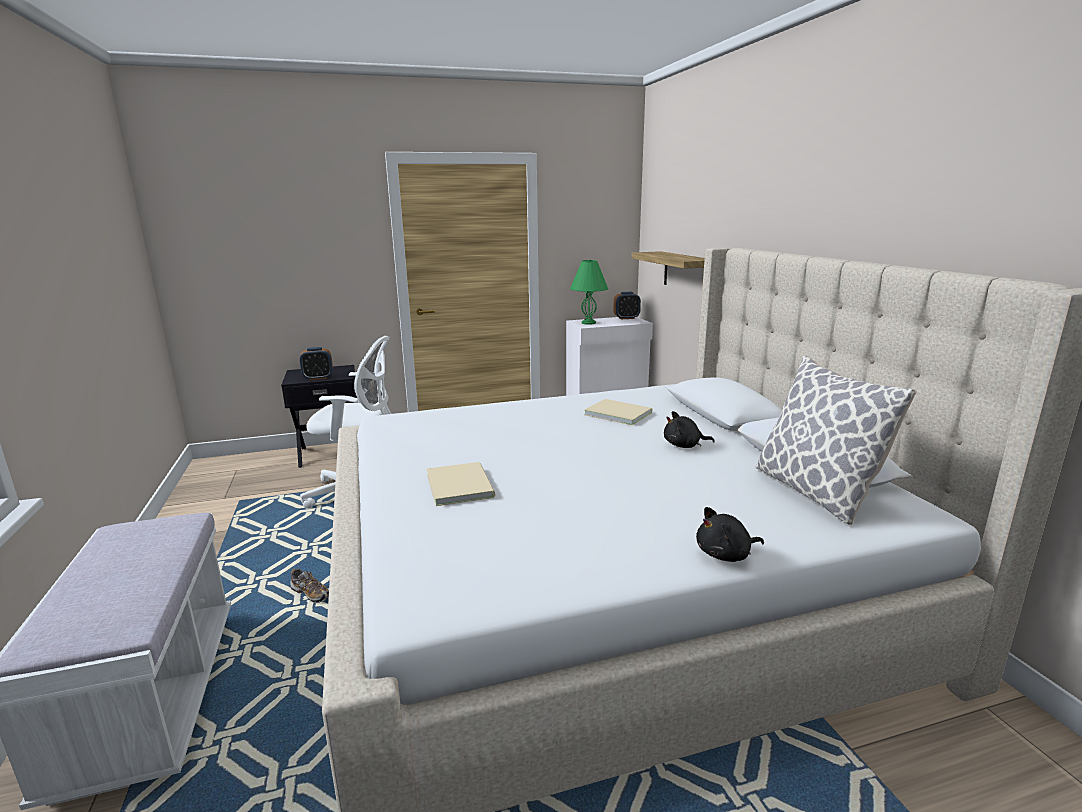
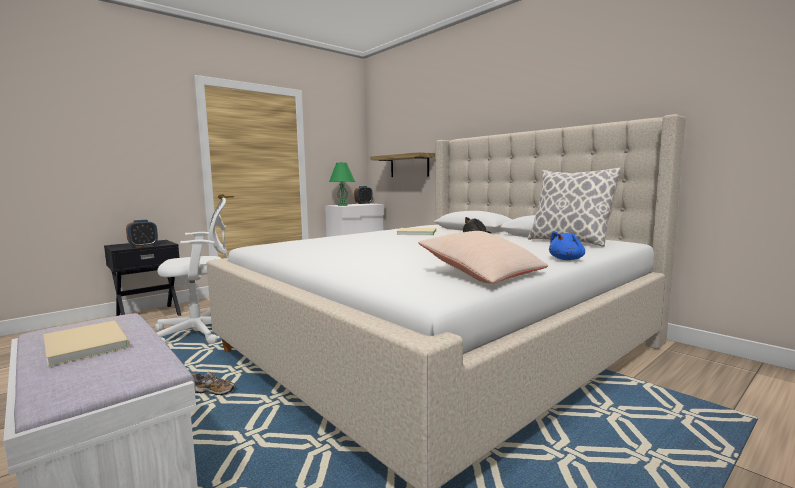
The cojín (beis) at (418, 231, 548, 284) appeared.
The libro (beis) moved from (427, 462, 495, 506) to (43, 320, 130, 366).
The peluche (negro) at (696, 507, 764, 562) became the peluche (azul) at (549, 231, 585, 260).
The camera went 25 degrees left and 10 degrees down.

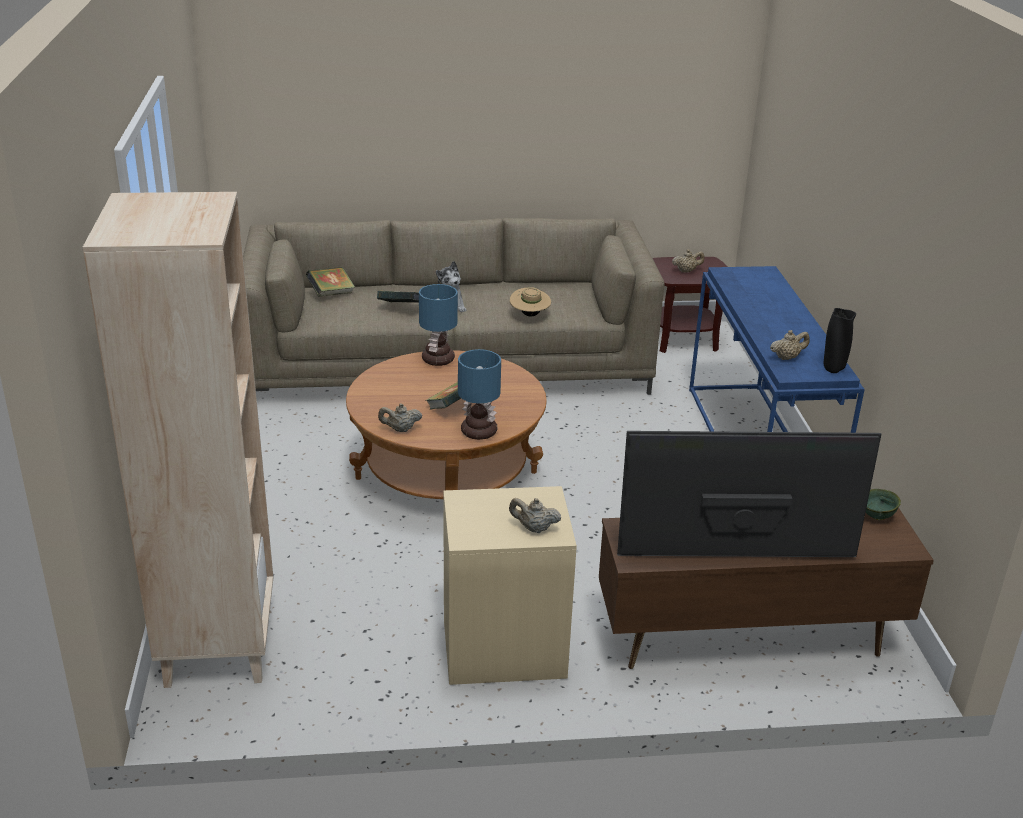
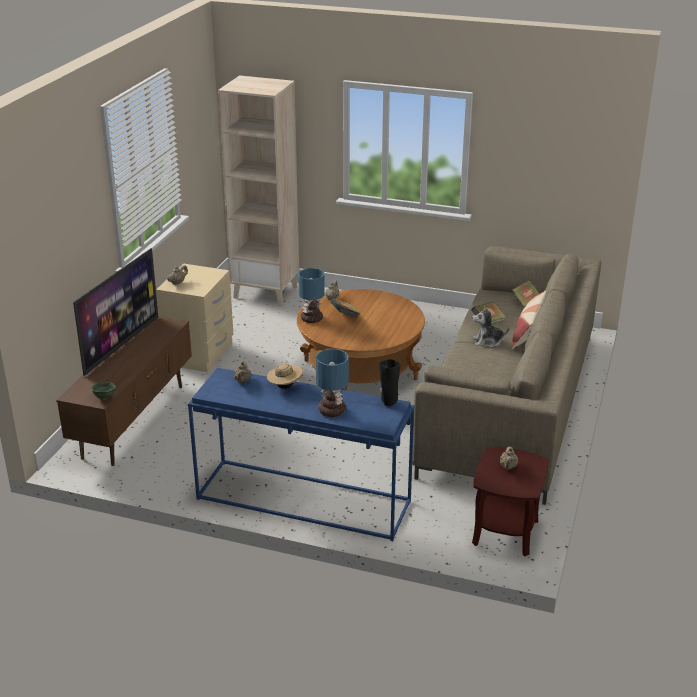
The cojín at (511, 290, 546, 350) appeared.
The lámpara de mesa moved from (419, 284, 458, 366) to (316, 349, 349, 417).
The sombrero (beis) moved from (510, 287, 551, 316) to (267, 360, 303, 389).
The florero (negro) moved from (824, 308, 856, 373) to (380, 359, 401, 406).
The camera went 115 degrees right and 0 degrees up.

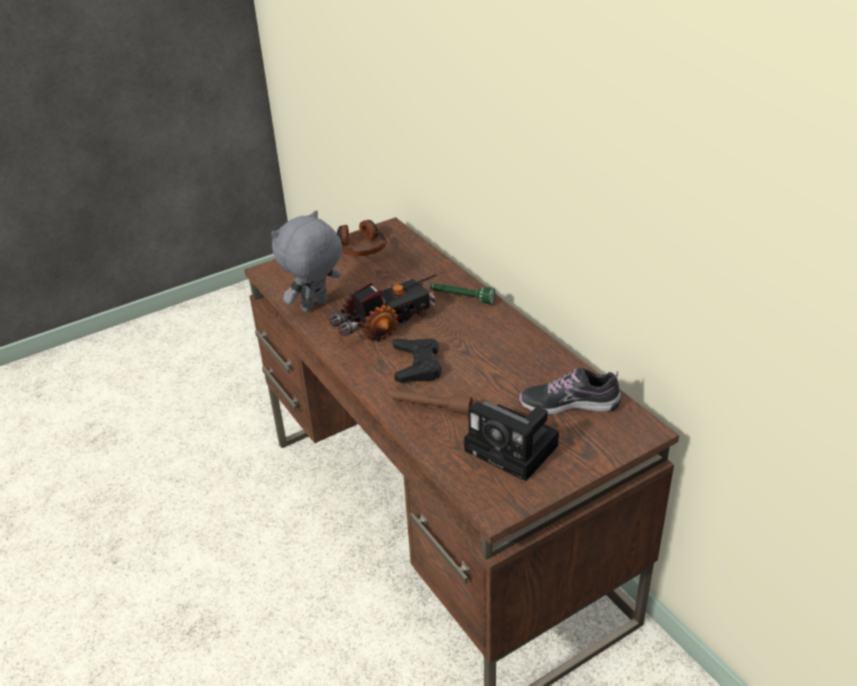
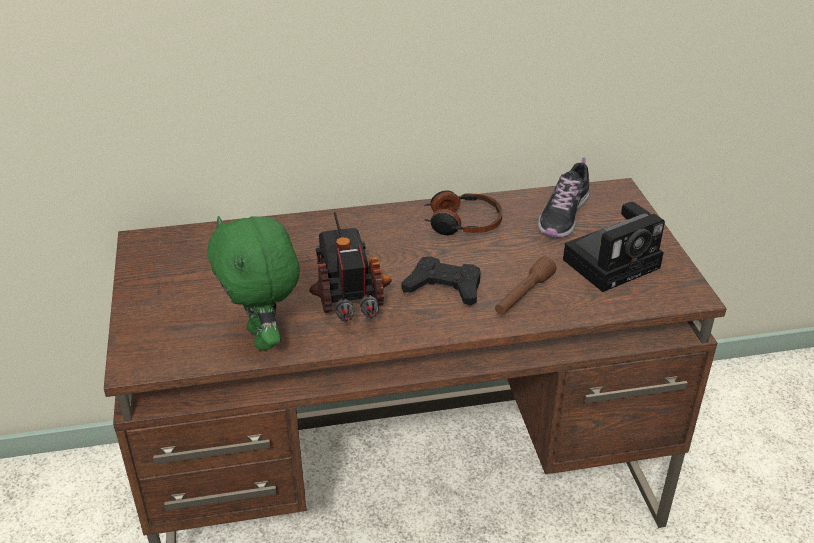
The linterna (verde) at (430, 283, 495, 304) disappeared.
The auriculares moved from (337, 220, 387, 256) to (424, 190, 502, 236).
The peluche (gris) at (271, 210, 342, 312) became the peluche (verde) at (207, 216, 300, 351).
The camera went 70 degrees left and 0 degrees up.

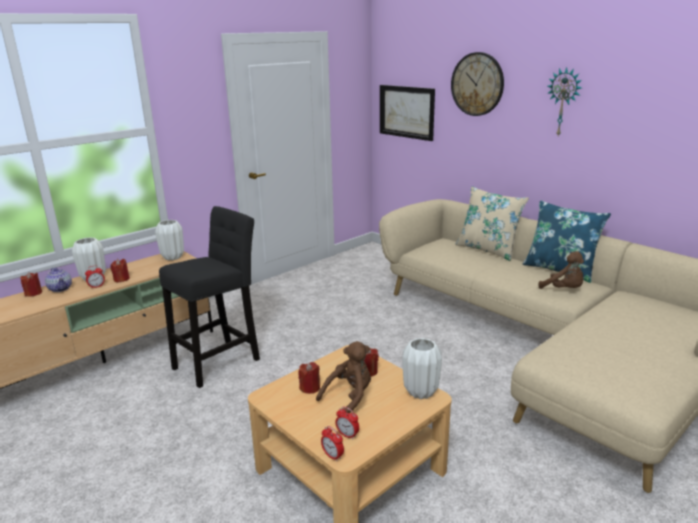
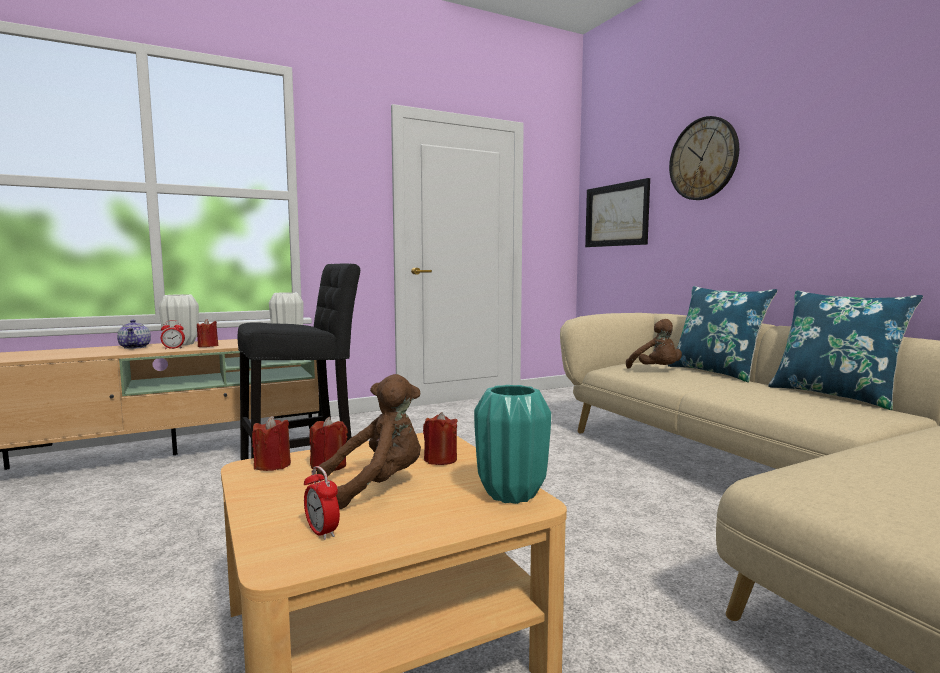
The despertador at (321, 426, 344, 461) disappeared.
The reloj de pared at (547, 67, 582, 136) disappeared.
The vela (rojo) moved from (20, 272, 42, 297) to (252, 416, 291, 471).
The peluche (marrón) moved from (538, 251, 584, 289) to (626, 319, 682, 369).
The florero (blanco) at (402, 338, 442, 399) became the florero (turquesa) at (474, 385, 551, 504).
The cojín (beis) at (455, 186, 529, 261) became the cojín (azul) at (668, 286, 778, 382).
The camera went 15 degrees right and 15 degrees down.

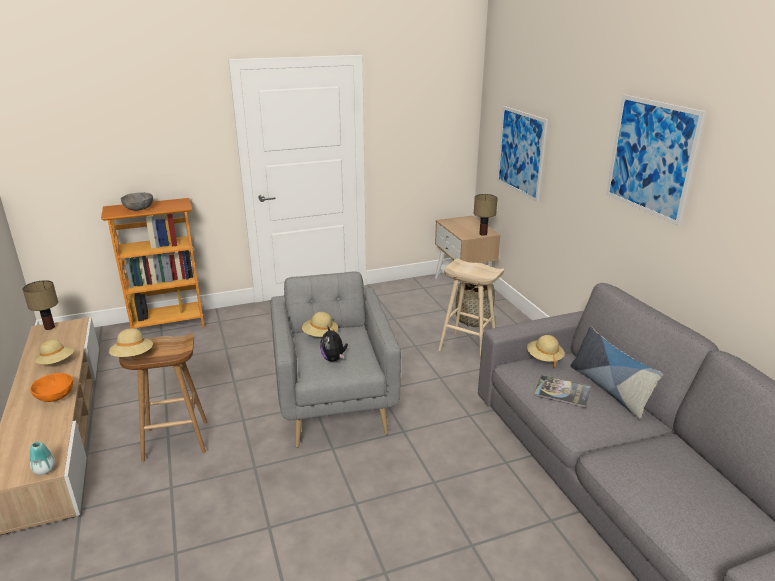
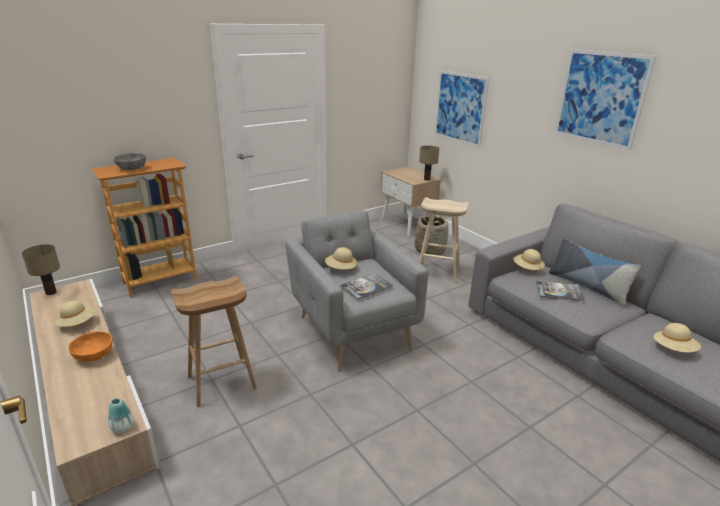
The sombrero (beis) moved from (109, 328, 153, 357) to (654, 323, 701, 353).
The peluche at (320, 325, 348, 362) was replaced by the libro at (340, 273, 393, 300).
The camera went 15 degrees left and 0 degrees up.

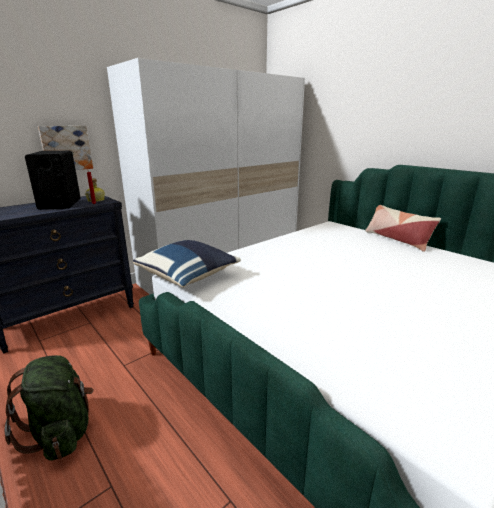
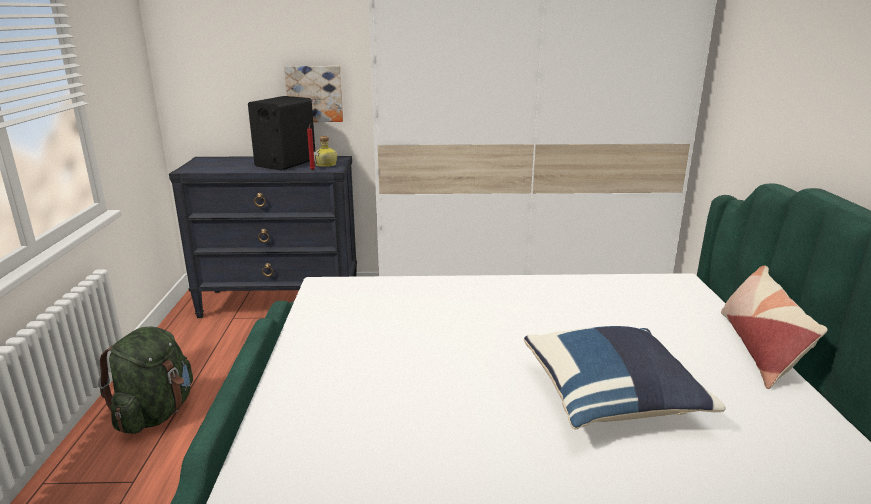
The cojín (azul) moved from (133, 240, 241, 287) to (524, 326, 726, 429).
The camera went 40 degrees right and 0 degrees up.

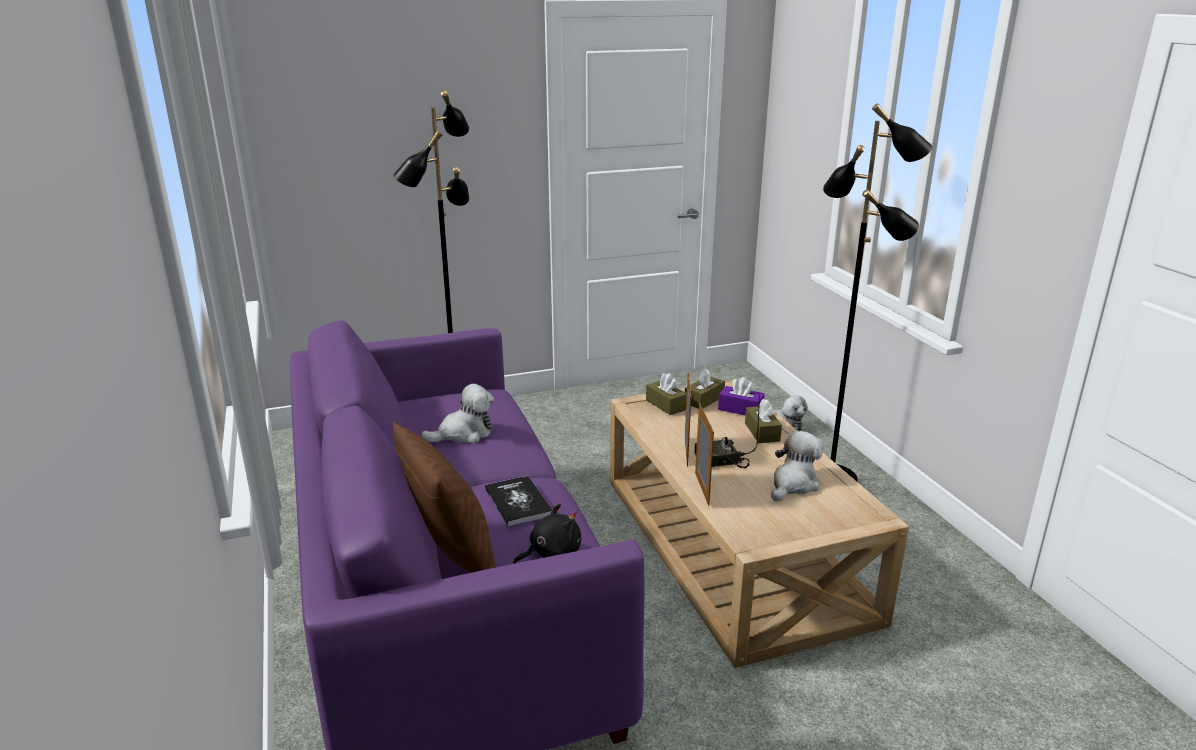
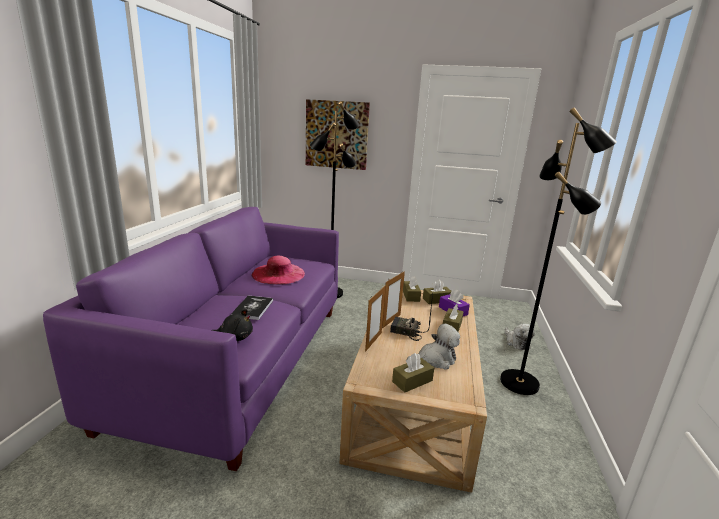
The cojín (marrón) at (393, 421, 496, 573) disappeared.
The cuadro at (306, 99, 370, 170) appeared.
The caja de pañuelos (marrón) at (392, 353, 434, 393) appeared.
The peluche at (421, 384, 494, 443) was replaced by the sombrero (rosa) at (251, 256, 305, 285).
The camera went 30 degrees right and 5 degrees down.

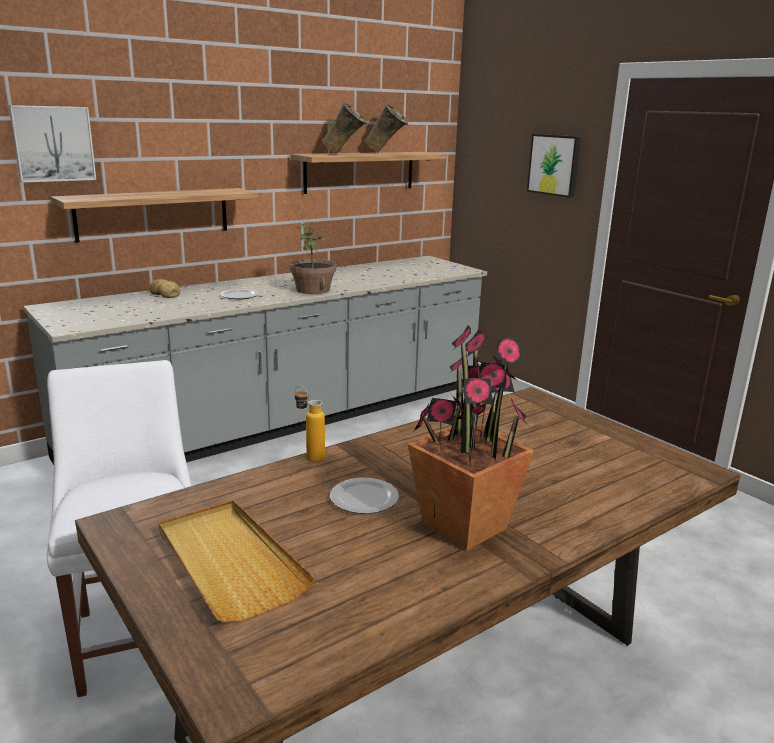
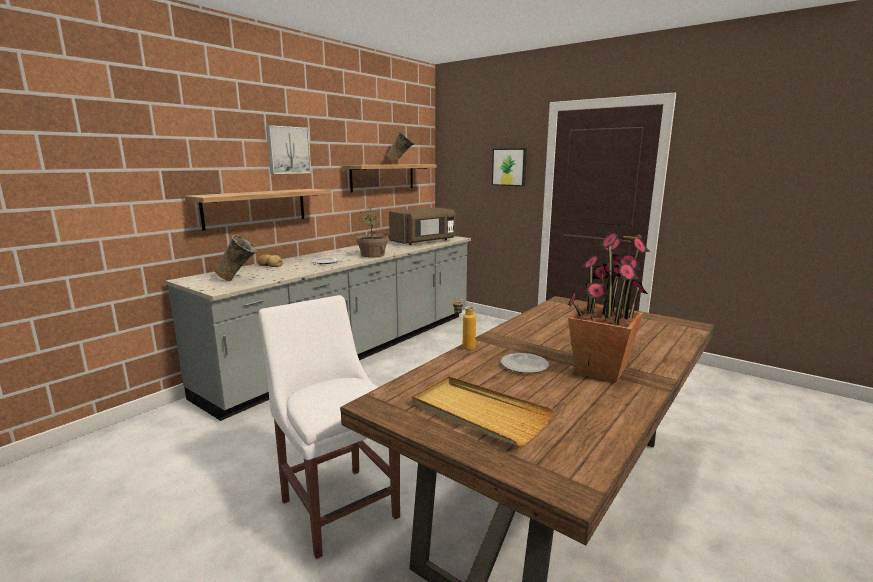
The microondas (marrón) at (389, 207, 455, 245) appeared.
The cuadro moved from (9, 105, 96, 182) to (266, 125, 311, 174).
The florero (beis) moved from (322, 102, 367, 154) to (215, 234, 258, 281).
The camera went 15 degrees left and 5 degrees down.

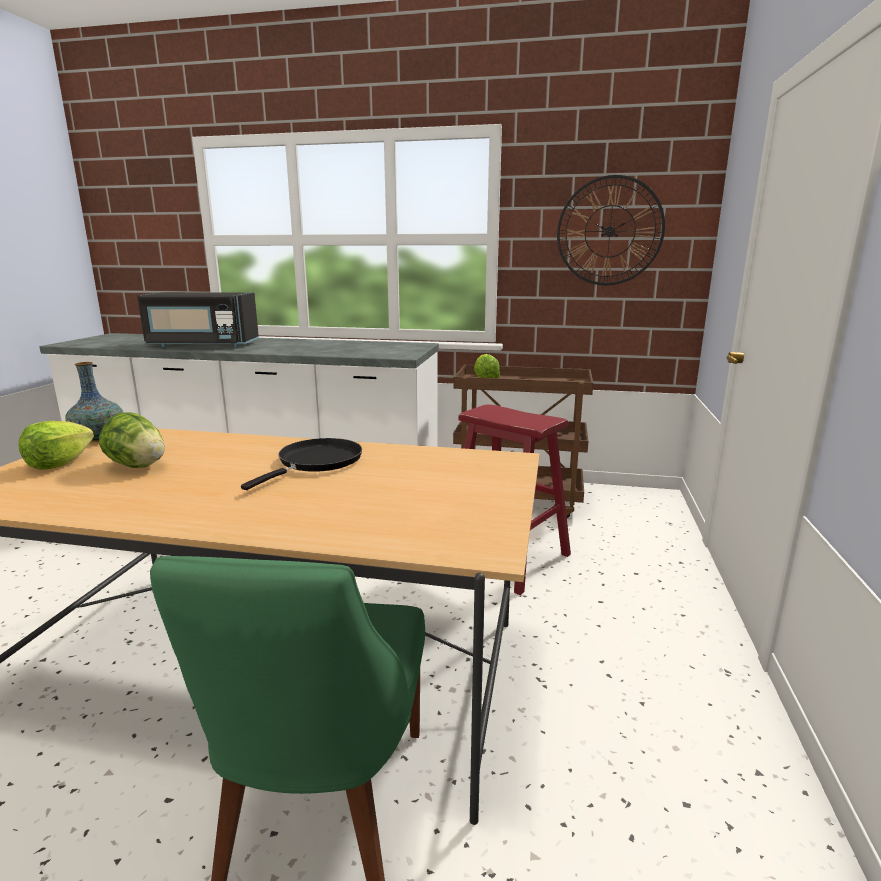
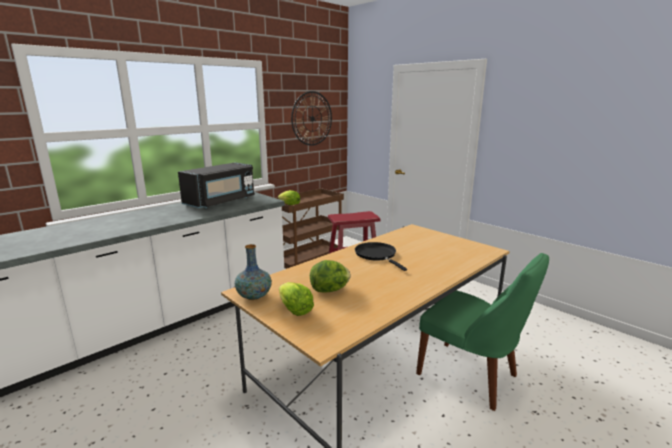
The microondas (negro) moved from (137, 292, 259, 347) to (178, 162, 255, 208).
The camera went 55 degrees left and 0 degrees up.

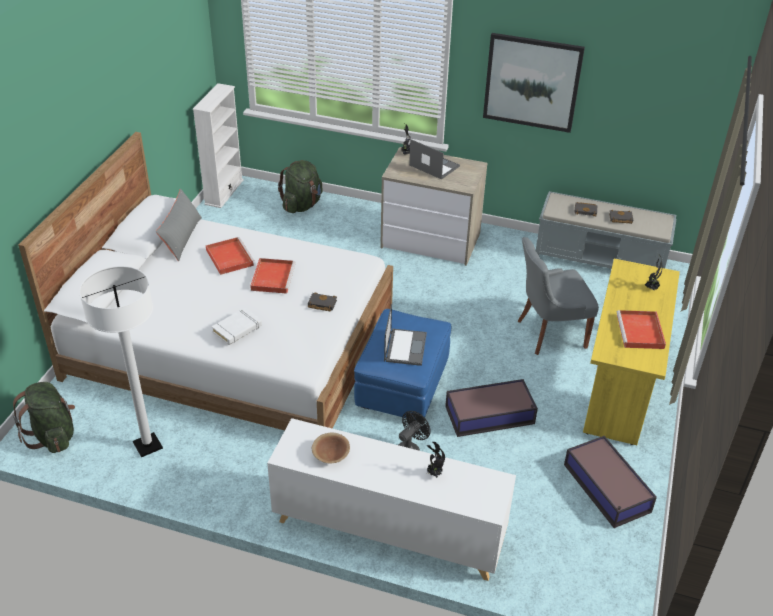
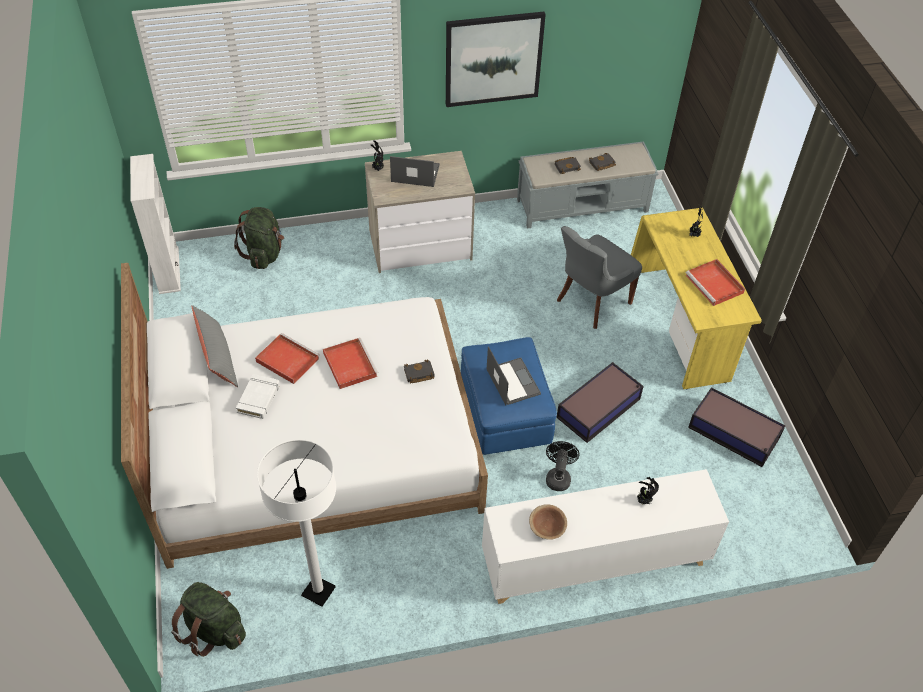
The libro (blanco) moved from (212, 308, 262, 345) to (236, 374, 280, 419).
The camera went 30 degrees left and 10 degrees up.

